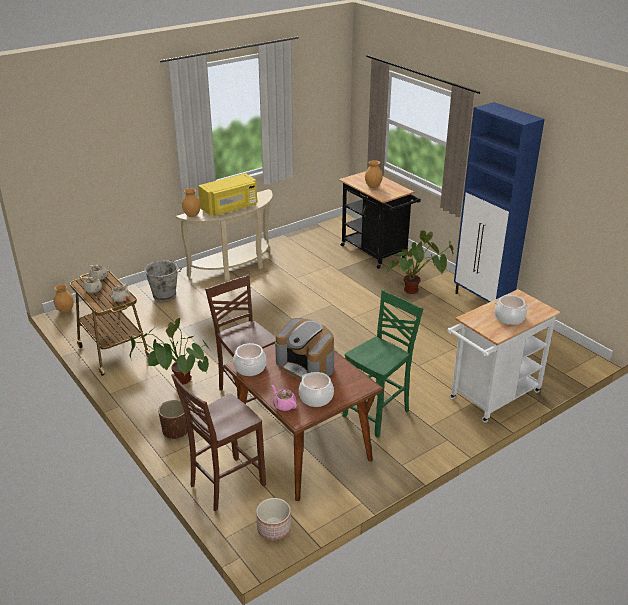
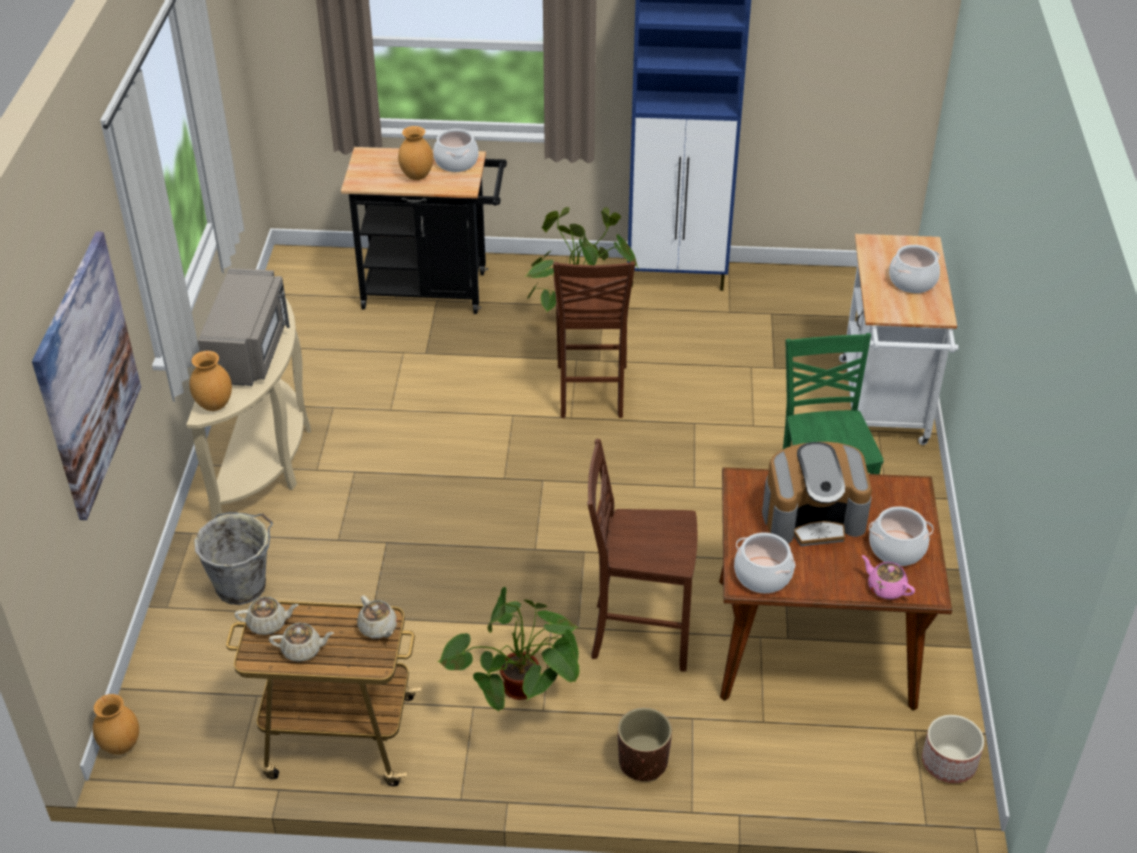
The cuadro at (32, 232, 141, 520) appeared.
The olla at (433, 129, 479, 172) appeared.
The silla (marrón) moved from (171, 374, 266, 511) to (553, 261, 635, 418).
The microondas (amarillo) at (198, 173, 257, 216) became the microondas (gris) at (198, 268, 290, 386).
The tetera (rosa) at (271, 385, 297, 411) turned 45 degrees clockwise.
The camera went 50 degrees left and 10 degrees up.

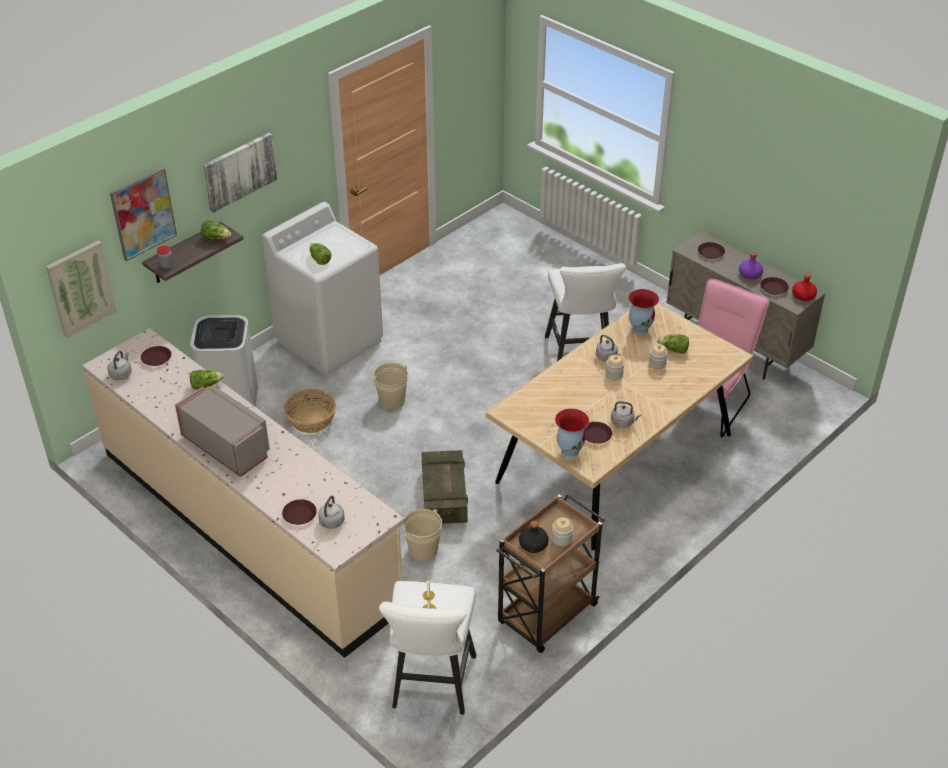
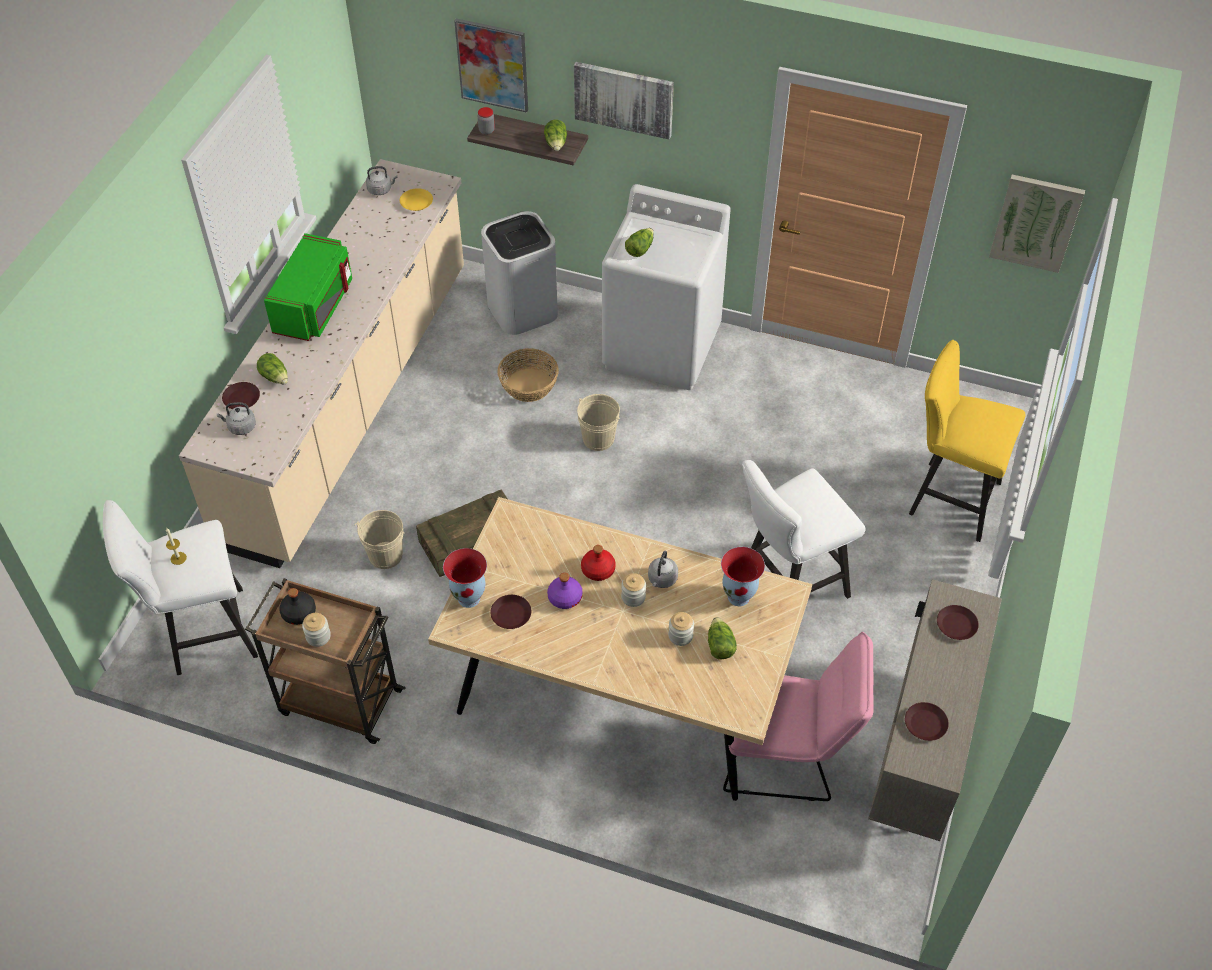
The hervidor (gris) at (611, 401, 641, 428) disappeared.
The taburete (amarillo) at (909, 340, 1025, 542) appeared.
The cuadro moved from (46, 241, 117, 338) to (989, 175, 1085, 273).
The lechuga moved from (190, 370, 224, 390) to (257, 353, 288, 384).
The botella (morado) moved from (739, 252, 763, 279) to (547, 573, 583, 609).
The botella (rojo) moved from (792, 273, 817, 301) to (581, 545, 616, 581).
The plato (marrón) at (141, 346, 171, 366) became the plato (amarillo) at (400, 188, 433, 211).
The microondas (gris) at (175, 385, 270, 477) became the microondas (verde) at (264, 233, 352, 341).
The camera went 65 degrees right and 10 degrees up.

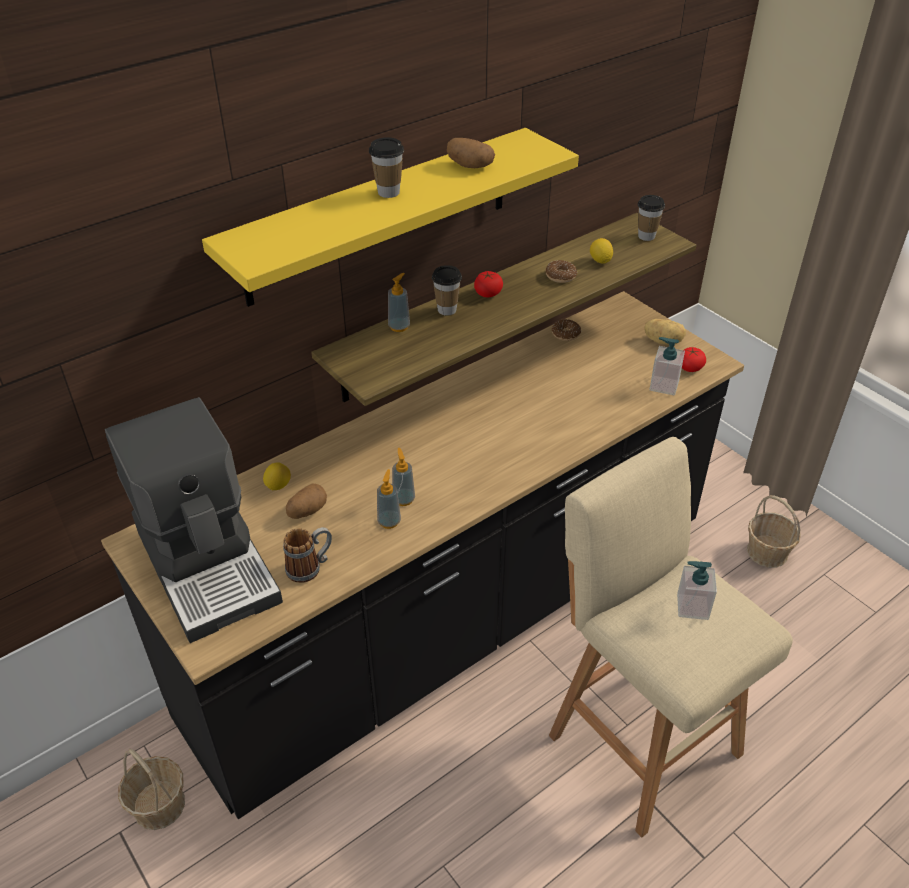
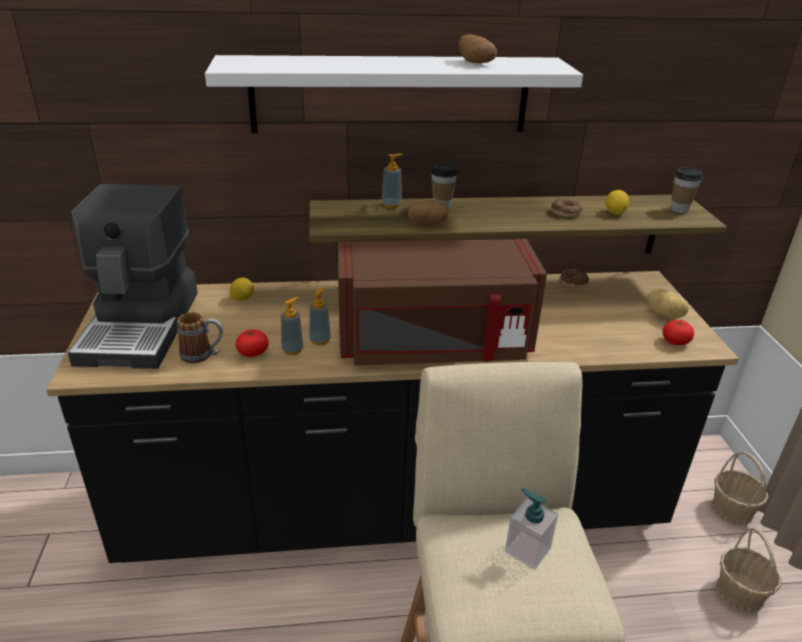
The taza at (369, 137, 404, 198) disappeared.
The dispensador de jabón at (649, 337, 685, 396) disappeared.
The microondas (marrón) at (337, 239, 547, 365) appeared.
The cesta moved from (118, 748, 185, 830) to (711, 451, 768, 526).
The patata moved from (286, 483, 327, 519) to (408, 200, 449, 225).
The tomate moved from (474, 271, 503, 297) to (236, 329, 269, 357).
The estante (amarillo) at (202, 128, 579, 307) became the estante (blanco) at (205, 55, 583, 133).
The camera went 30 degrees right and 10 degrees down.

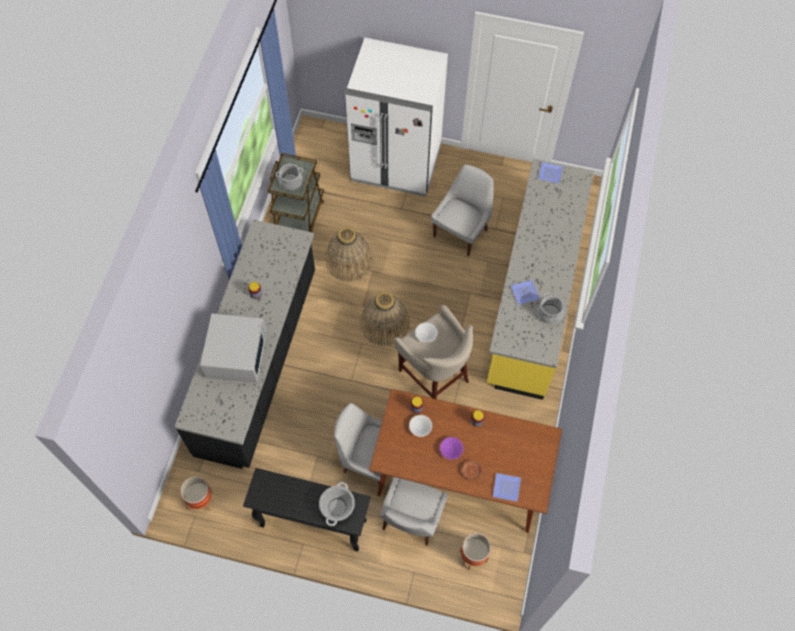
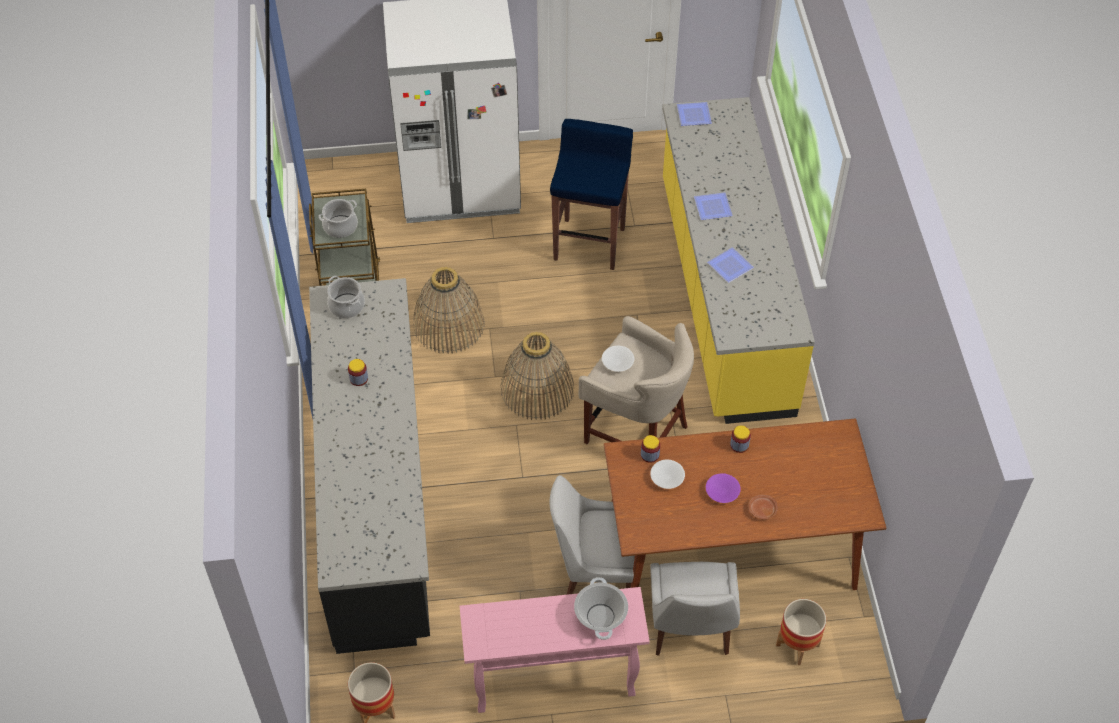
The microondas (blanco) at (200, 313, 267, 383) disappeared.
The plato moved from (493, 473, 521, 502) to (694, 192, 733, 220).
The olla moved from (537, 293, 564, 324) to (327, 276, 365, 318).
The silla (blanco) at (431, 165, 494, 256) was replaced by the taburete (azul) at (550, 119, 633, 270).
The mesa consola (negro) at (243, 468, 371, 551) became the mesa consola (rosa) at (460, 587, 650, 713).
The camera went 20 degrees left and 10 degrees down.

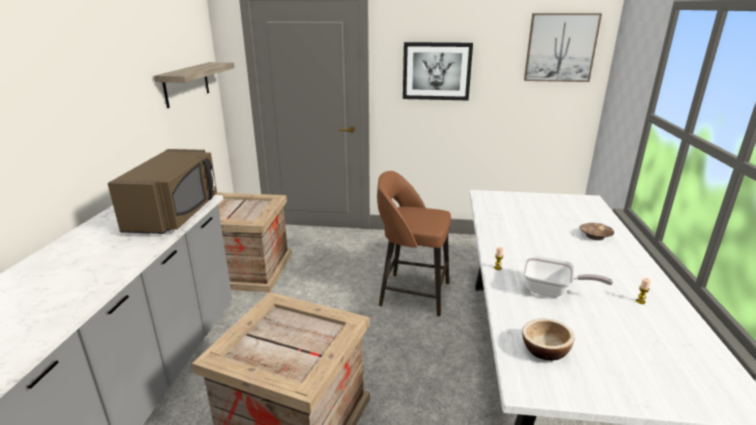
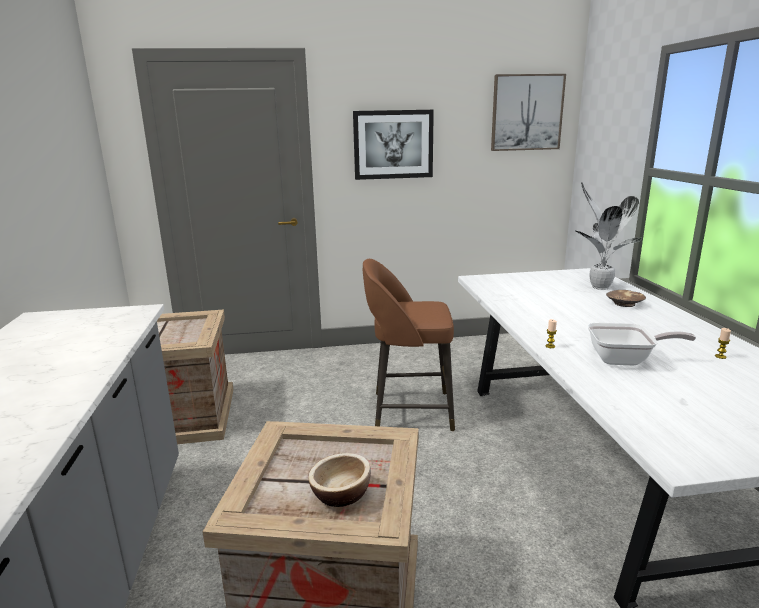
The microondas (marrón) at (108, 149, 217, 234) disappeared.
The estante at (154, 62, 235, 108) disappeared.
The planta en maceta at (576, 182, 642, 290) appeared.
The cuenco moved from (522, 319, 575, 361) to (308, 453, 371, 507).
The camera went 15 degrees left and 5 degrees down.

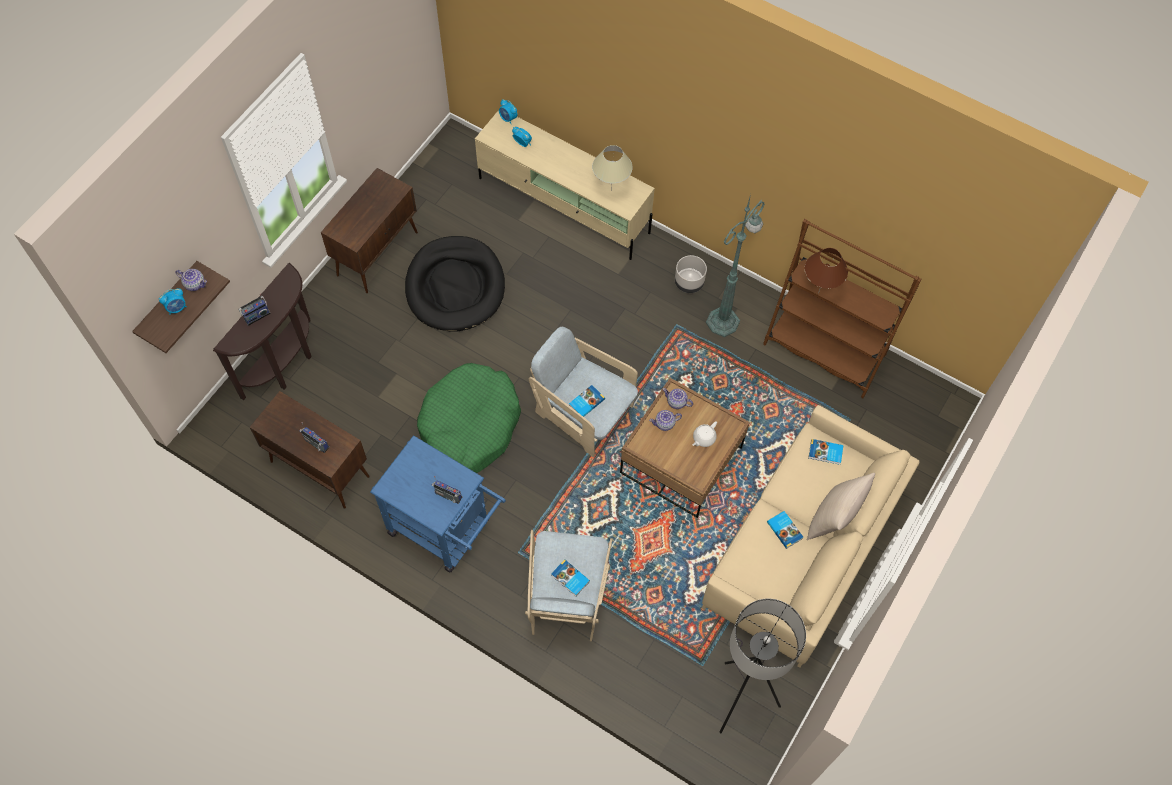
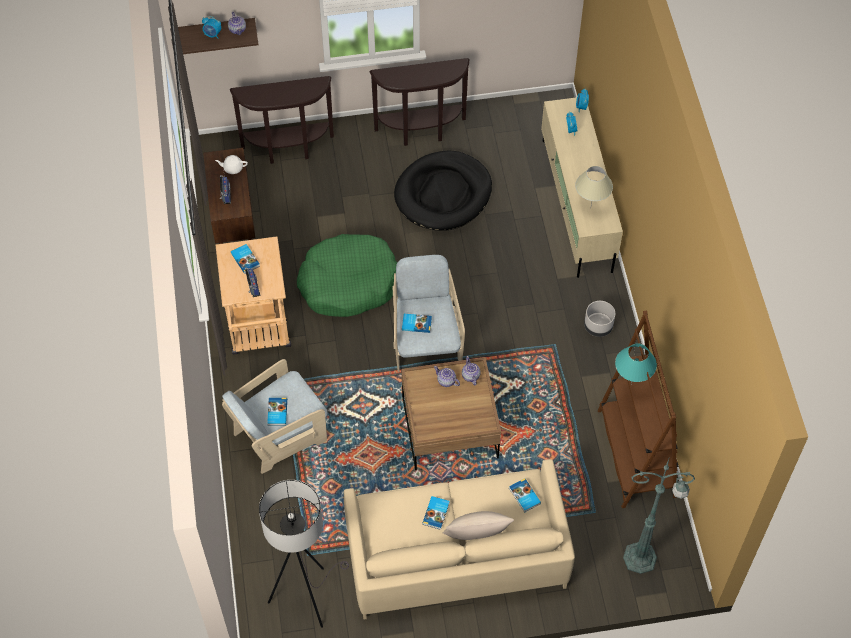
The radio at (238, 294, 271, 326) disappeared.
The libro at (231, 244, 260, 274) appeared.
The tetera (blanco) moved from (693, 421, 717, 447) to (215, 155, 248, 174).
The lámpara de pie (verde) moved from (706, 194, 765, 337) to (623, 456, 695, 574).
The armario (marrón) at (321, 168, 418, 293) was replaced by the mesa consola (marrón) at (369, 58, 469, 146).
The carrito (azul) at (370, 435, 506, 573) became the carrito (beis) at (216, 236, 291, 354).
The lámpara de mesa (marrón) at (805, 248, 848, 293) became the lámpara de mesa (turquesa) at (615, 343, 657, 385).
The camera went 50 degrees right and 5 degrees down.

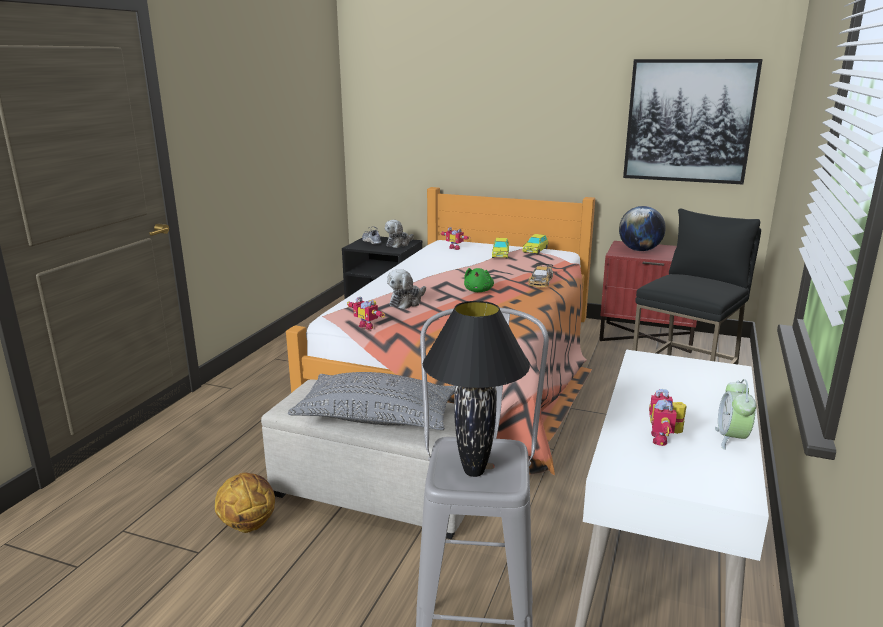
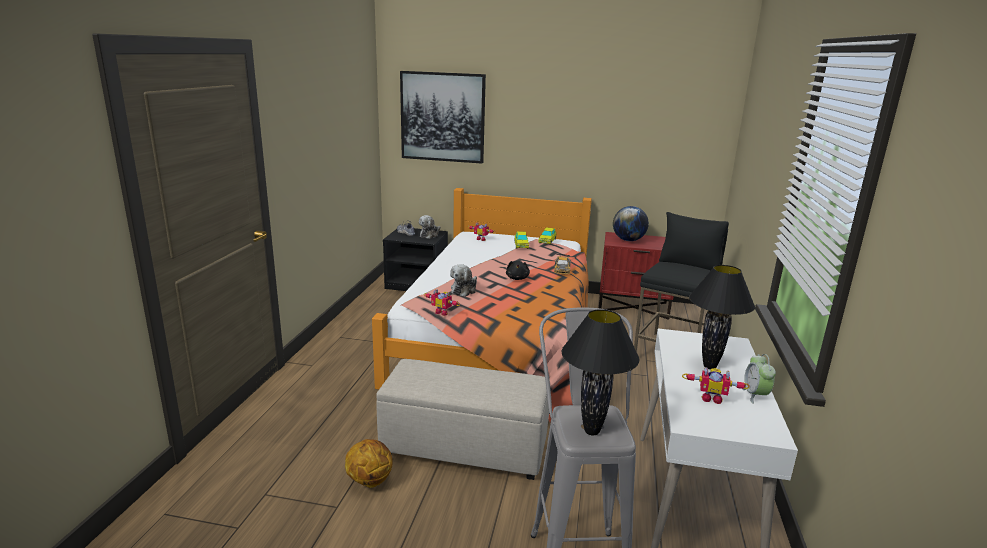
The cojín (gris) at (288, 372, 455, 430) disappeared.
The lámpara de mesa (negro) at (689, 265, 755, 369) appeared.
The cuadro moved from (623, 59, 763, 184) to (400, 71, 486, 164).
The peluche (verde) at (464, 268, 494, 292) became the peluche (negro) at (506, 261, 530, 280).
The robot de juguete at (649, 389, 687, 446) turned 75 degrees counterclockwise.
The camera went 10 degrees left and 0 degrees up.

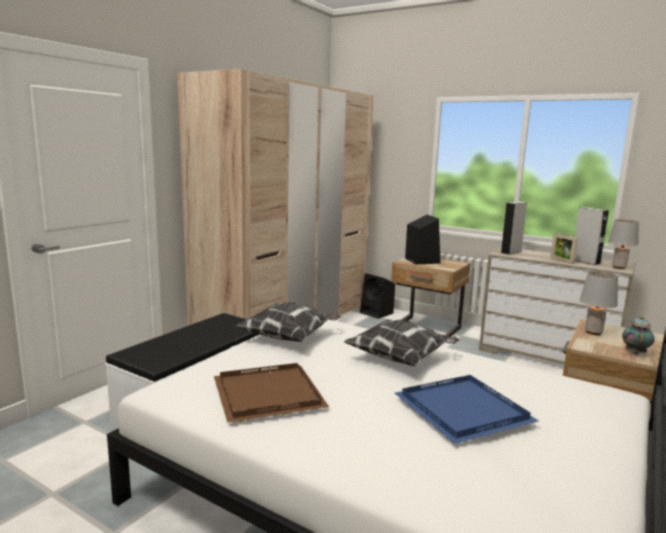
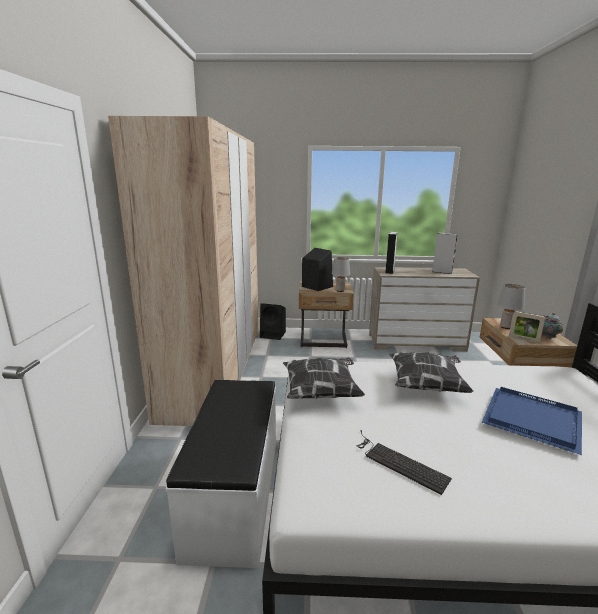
The portarretratos moved from (551, 233, 578, 264) to (509, 311, 545, 343).
The lámpara de mesa (gris) moved from (608, 219, 639, 269) to (332, 257, 350, 292).
The bandeja (marrón) at (214, 363, 329, 423) was replaced by the teclado at (357, 430, 452, 495).
The camera went 30 degrees left and 5 degrees up.

